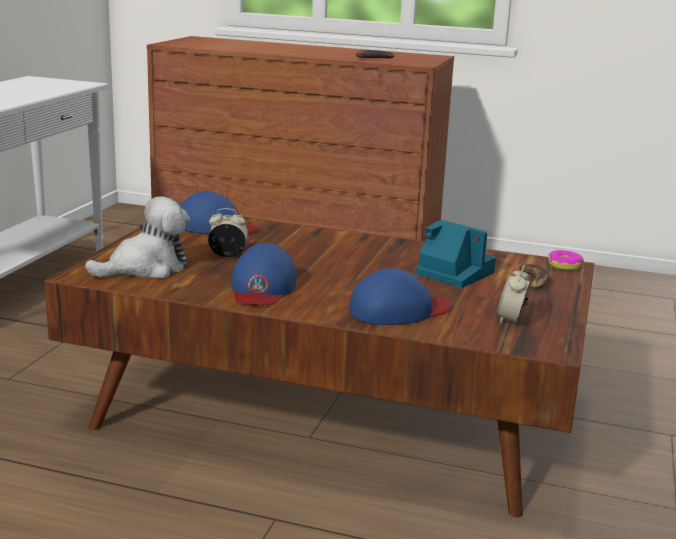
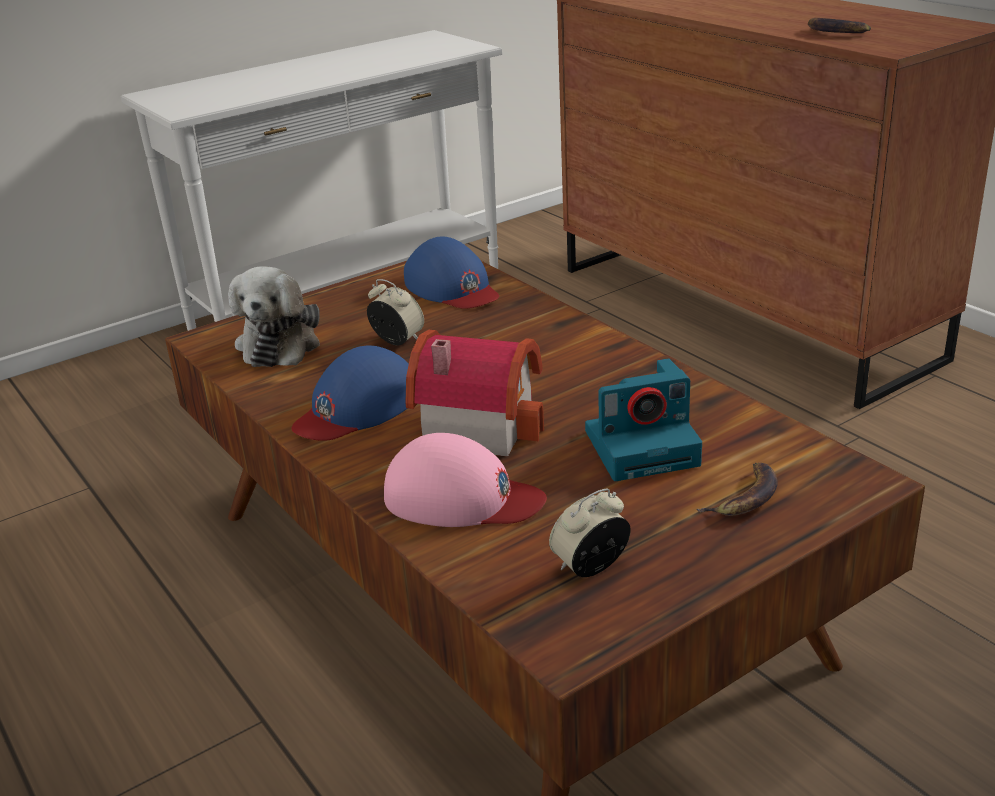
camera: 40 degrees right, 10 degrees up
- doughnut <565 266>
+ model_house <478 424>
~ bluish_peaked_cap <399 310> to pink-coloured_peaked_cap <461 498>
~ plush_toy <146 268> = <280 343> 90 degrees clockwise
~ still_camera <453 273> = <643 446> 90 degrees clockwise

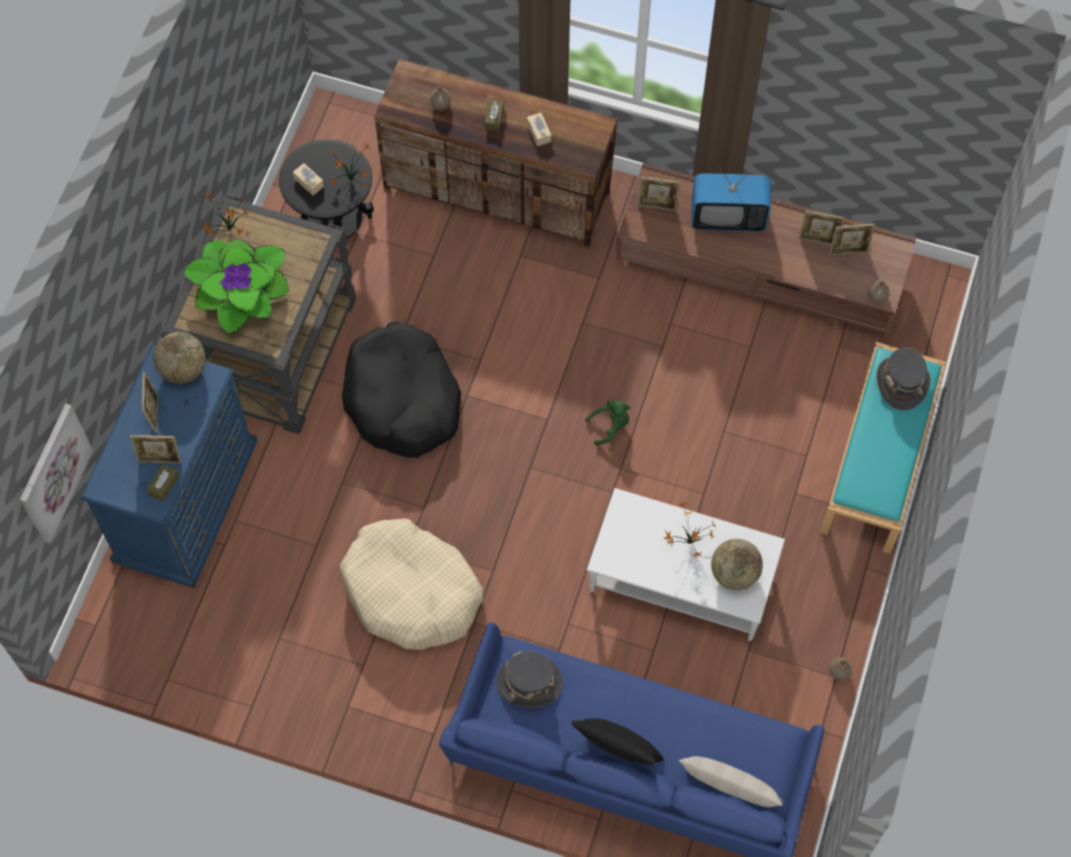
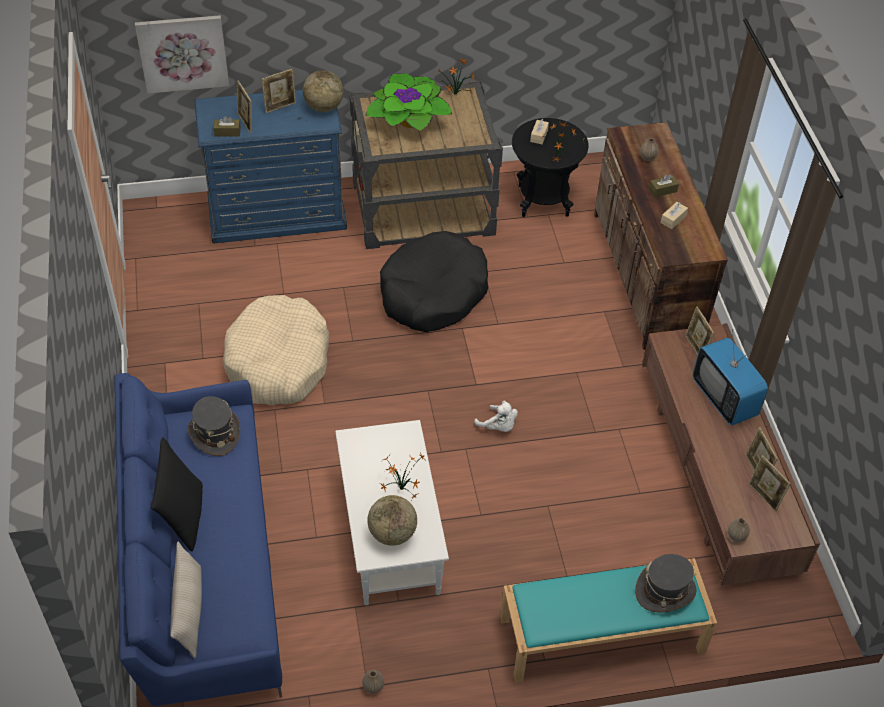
camera: 60 degrees right, 15 degrees down
~ greenish_plush_toy <610 426> to white_plush_toy <498 426>

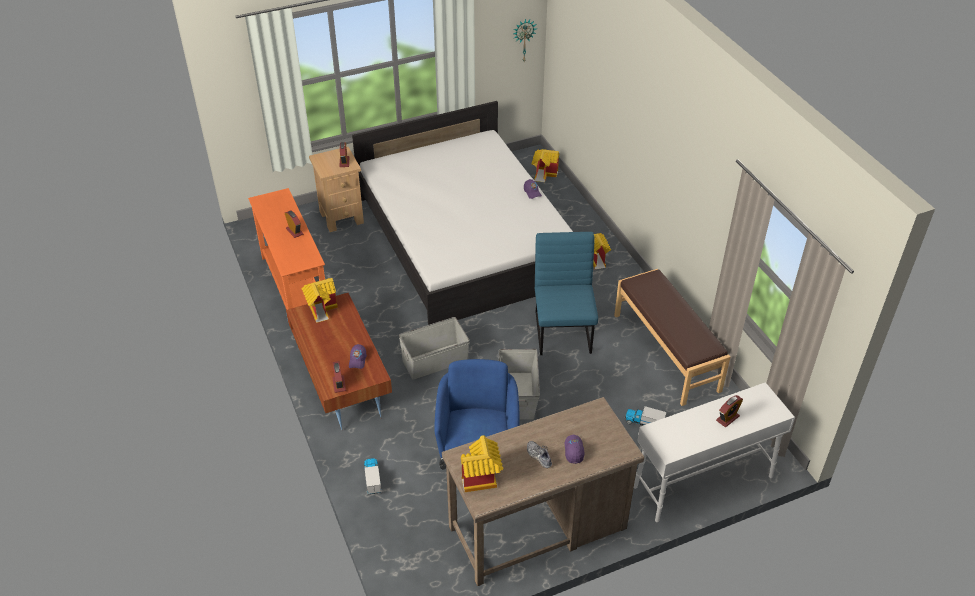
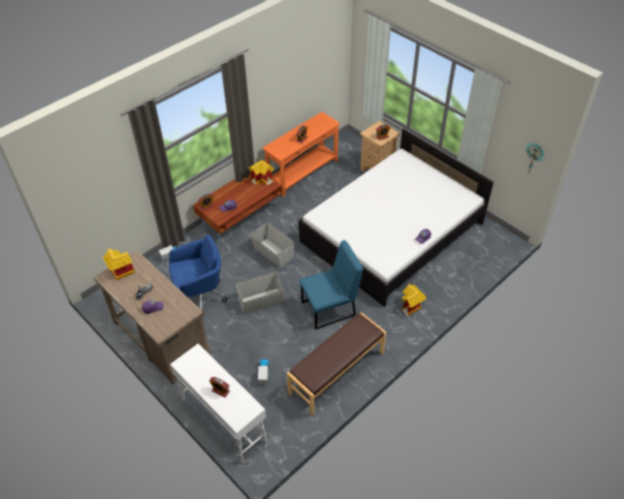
camera: 70 degrees right, 5 degrees up
- model_house <544 174>

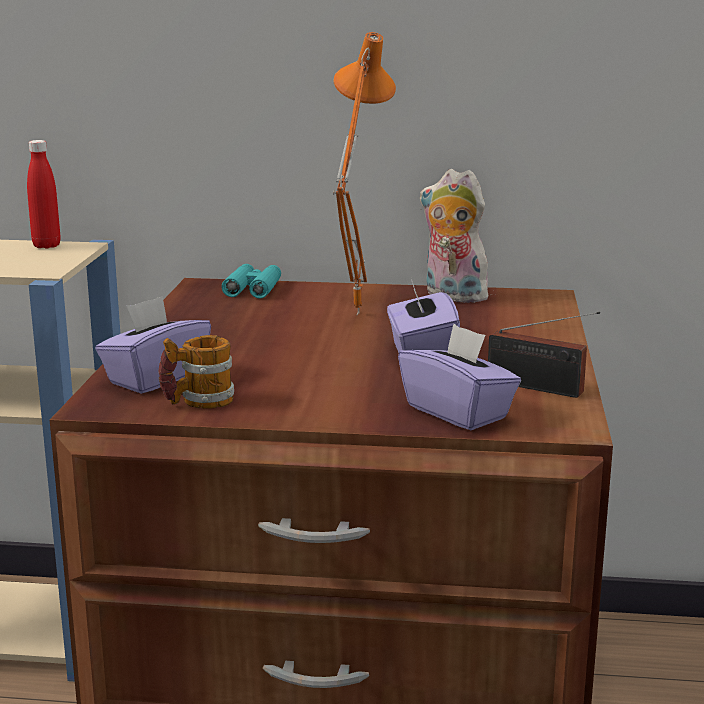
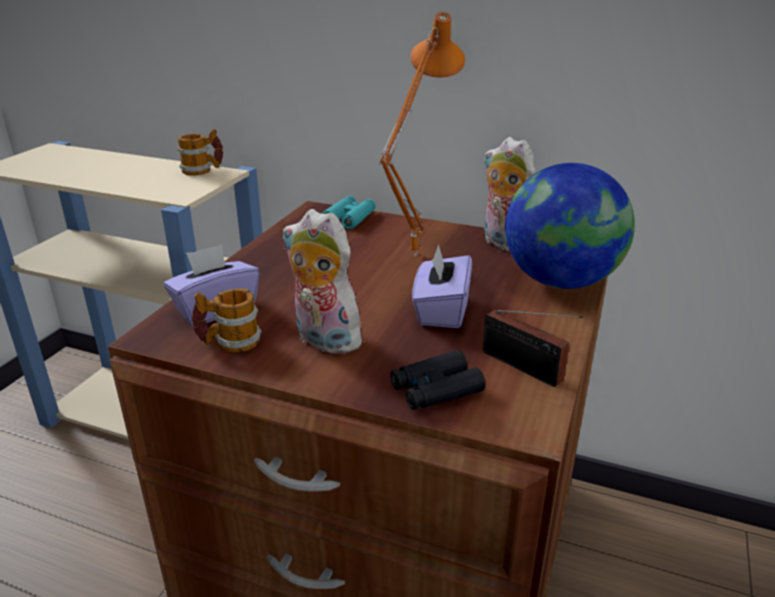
camera: 15 degrees right, 10 degrees up
+ plush_toy <323 340>
+ desk_globe <560 281>
~ reddish_drink_bottle <46 246> to tea_mug <203 170>
~ purple-coloured_box_of_tissues <458 412> to blackish_binoculars <435 389>

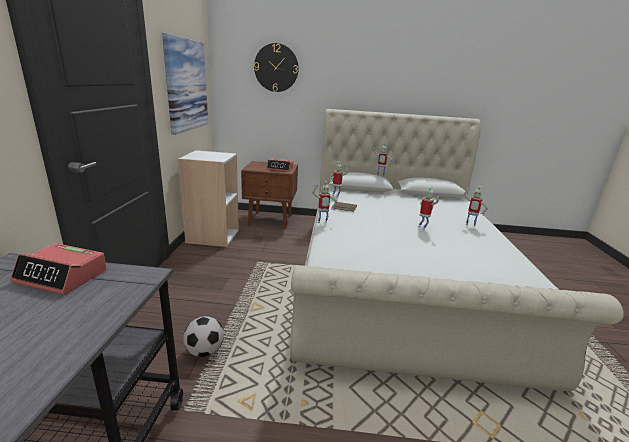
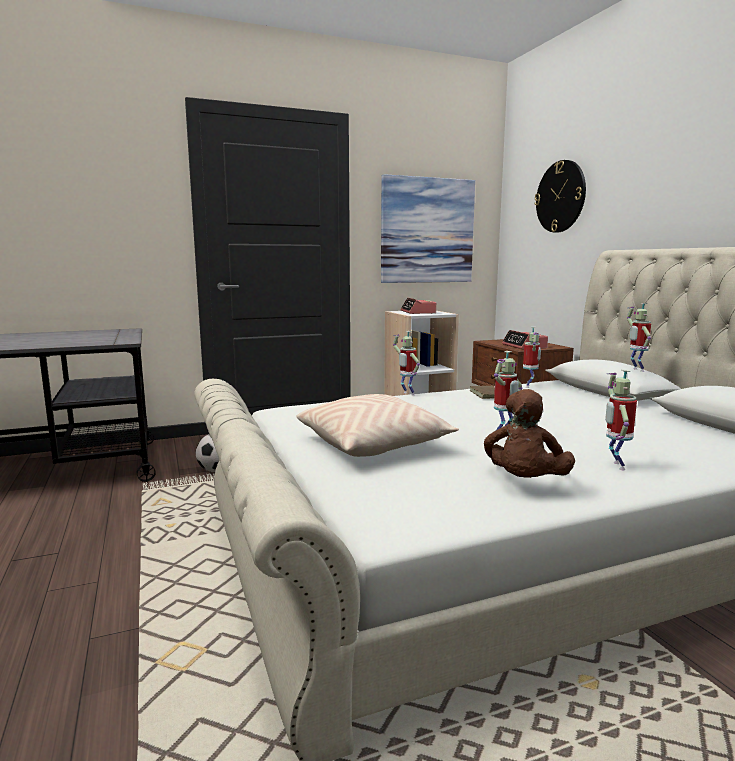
camera: 65 degrees right, 10 degrees down
+ sand-coloured_throw_pillow <374 445>
+ brownish_plush_toy <524 482>
~ alarm_clock <62 276> to <418 312>

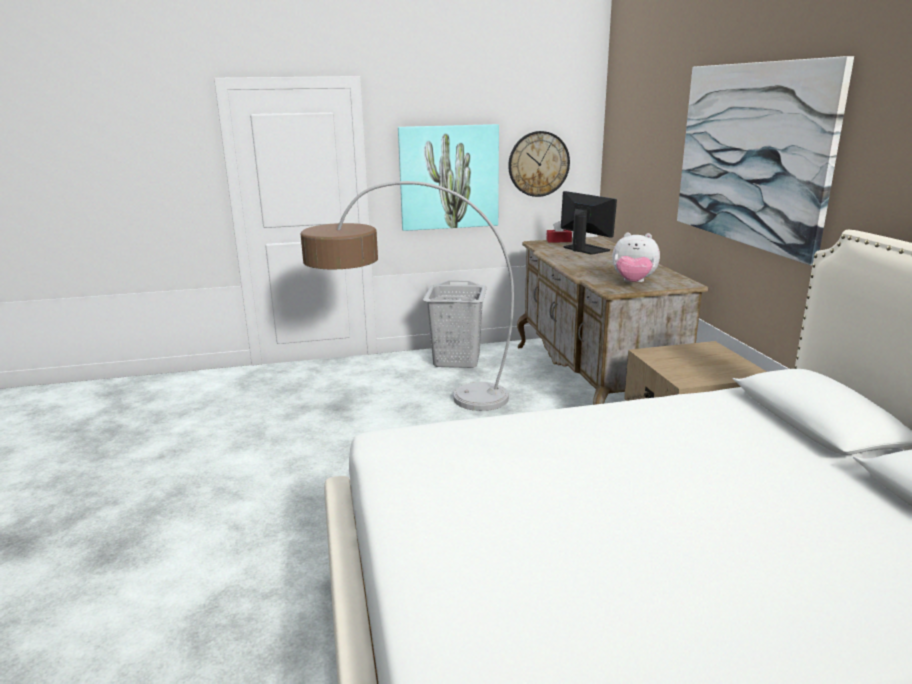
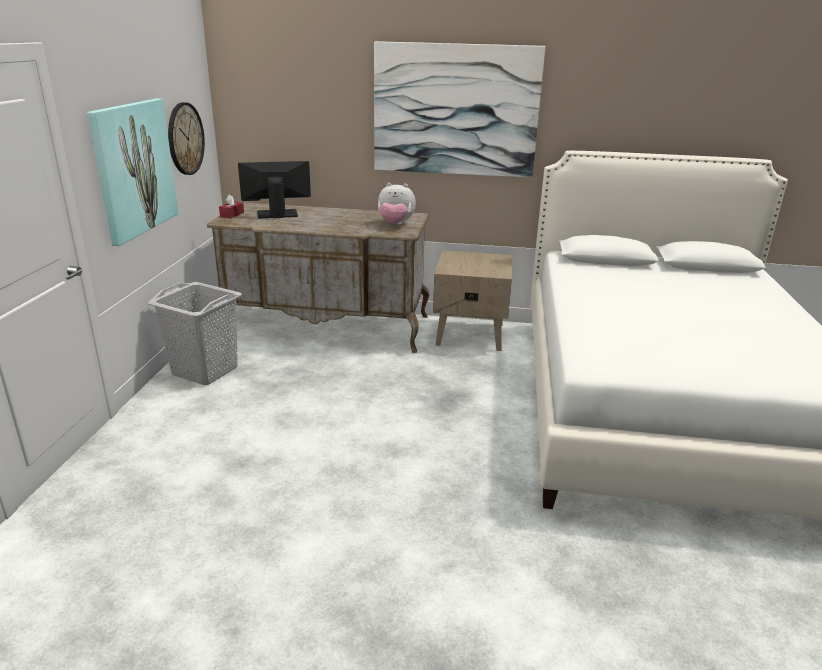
camera: 70 degrees left, 5 degrees up
- standing_lamp <405 400>
~ plush_toy <633 282> = <395 224> 60 degrees clockwise

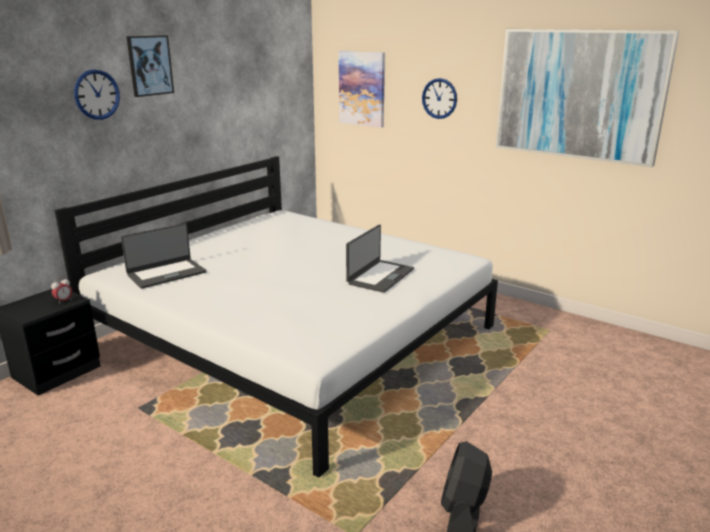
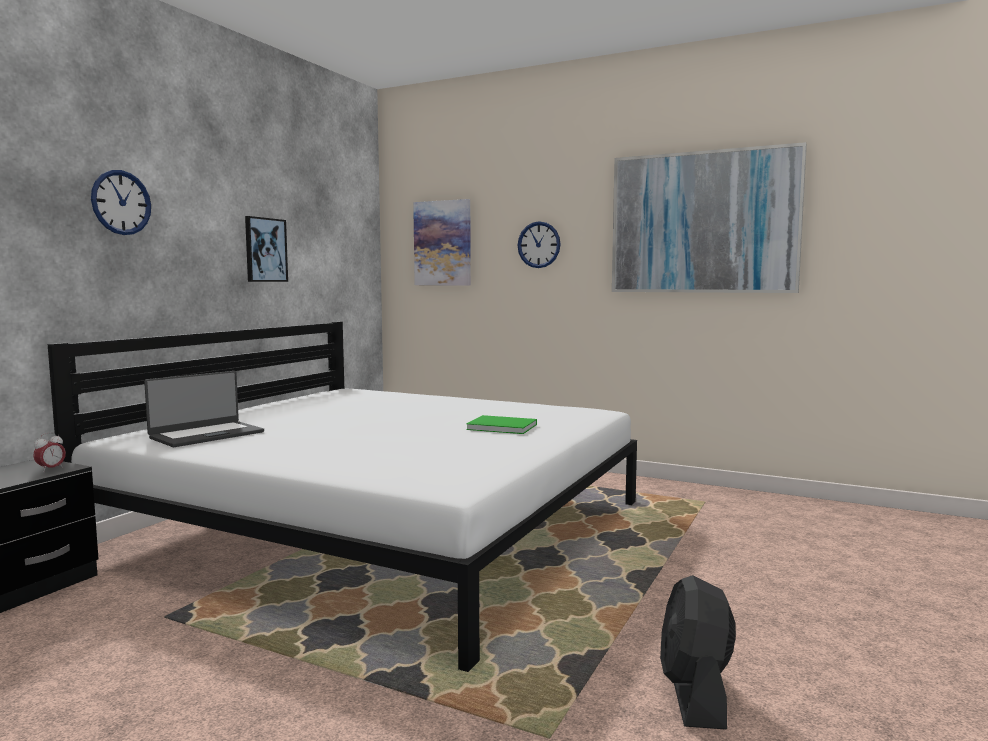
camera: 10 degrees left, 15 degrees down
~ wall_art <149 65> to <265 250>
~ portable_computer <380 276> to greenish_volume <500 426>

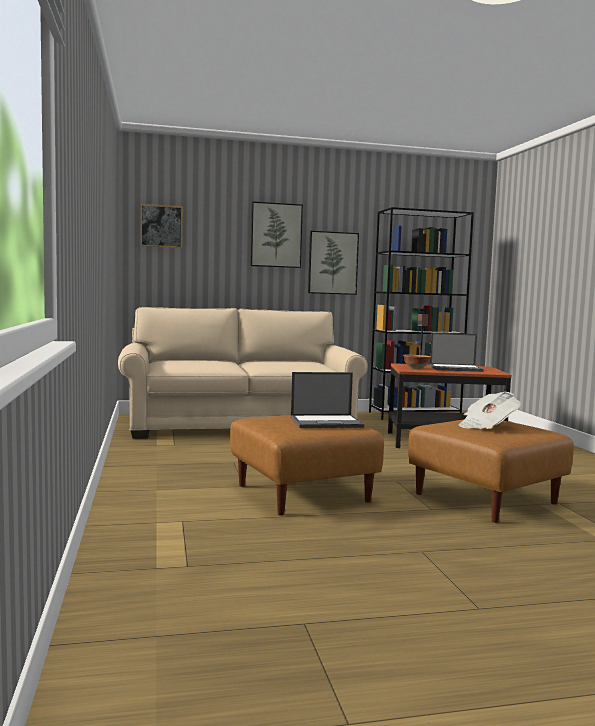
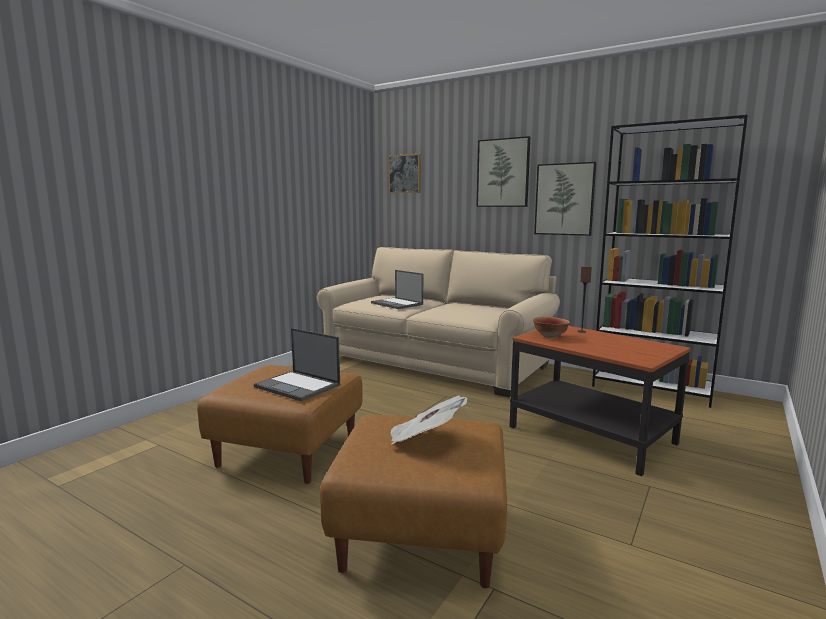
camera: 45 degrees right, 5 degrees up
~ portable_computer <456 368> to <397 304>

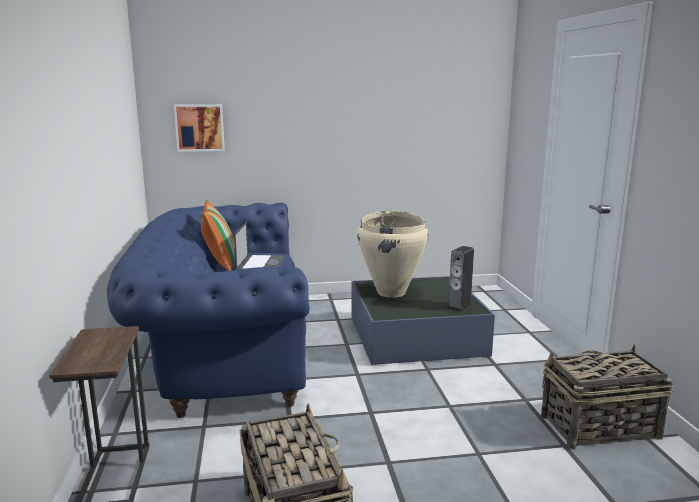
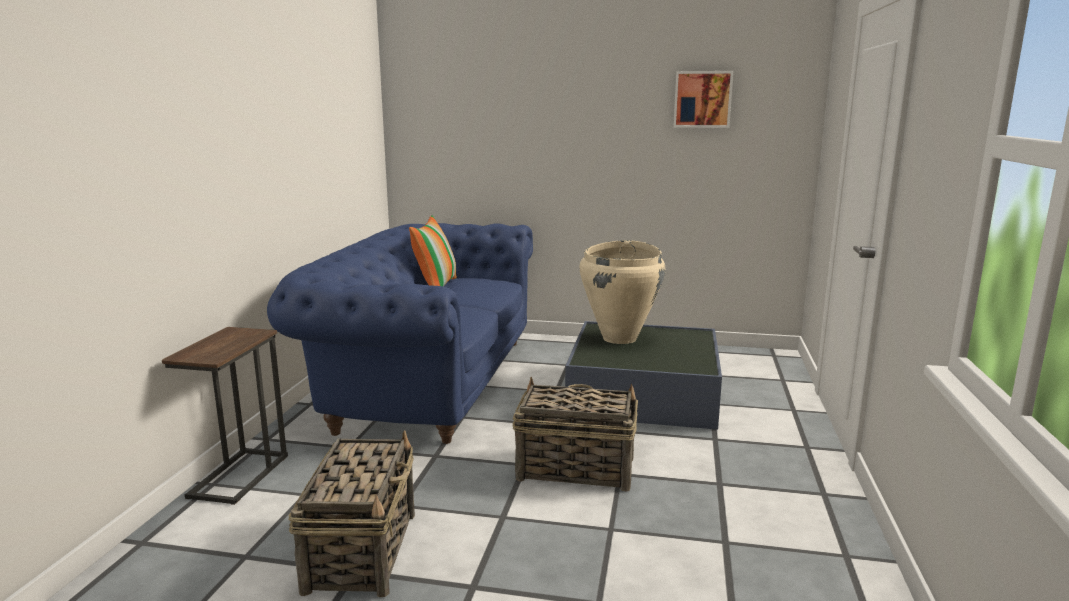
camera: 20 degrees right, 0 degrees up
- portable_computer <261 264>
- speaker <459 306>
~ wall_art <200 127> to <702 99>
~ storage_basket <598 426> to <574 468>

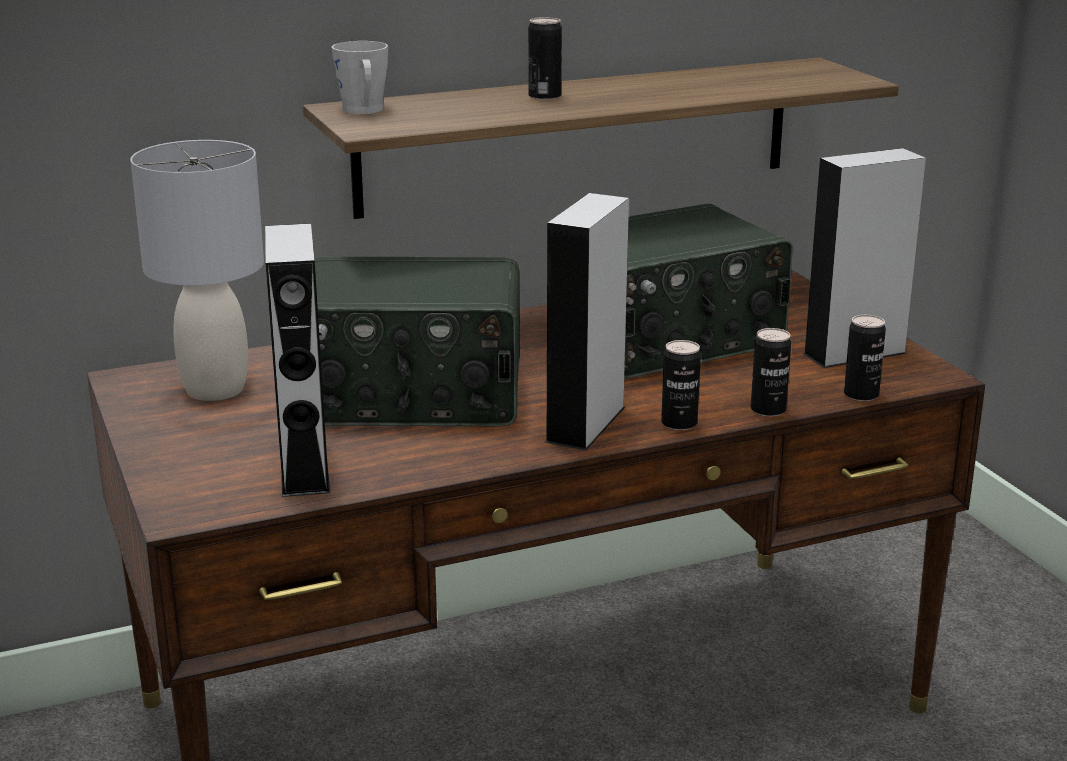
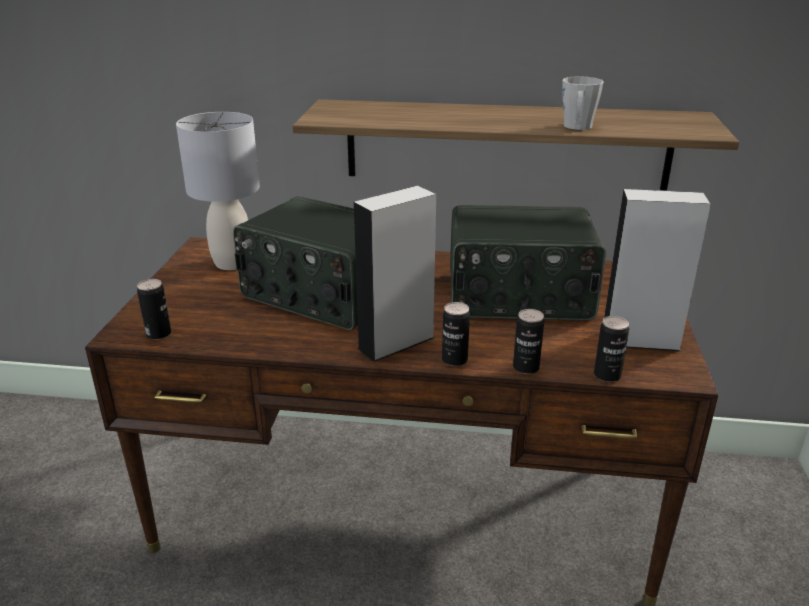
camera: 30 degrees right, 5 degrees up
- grey_speaker <304 468>
~ grey_tea_mug <364 111> to <577 127>
~ metal_can <544 97> to <158 334>

